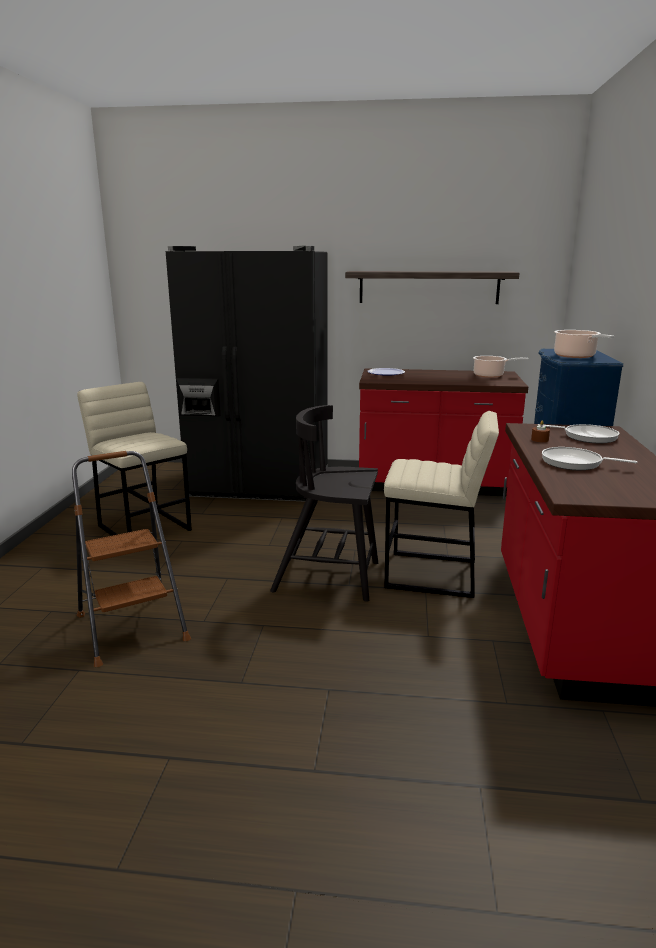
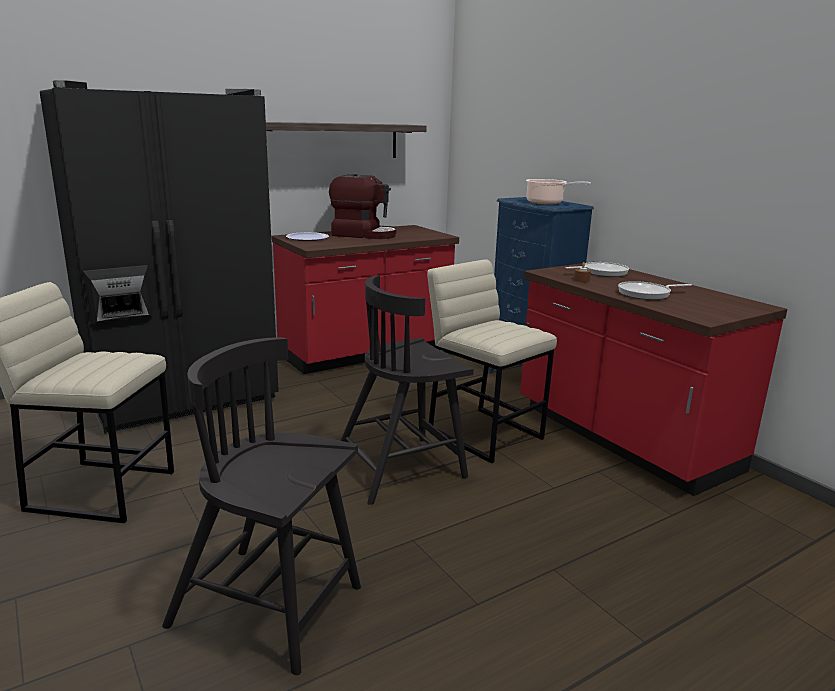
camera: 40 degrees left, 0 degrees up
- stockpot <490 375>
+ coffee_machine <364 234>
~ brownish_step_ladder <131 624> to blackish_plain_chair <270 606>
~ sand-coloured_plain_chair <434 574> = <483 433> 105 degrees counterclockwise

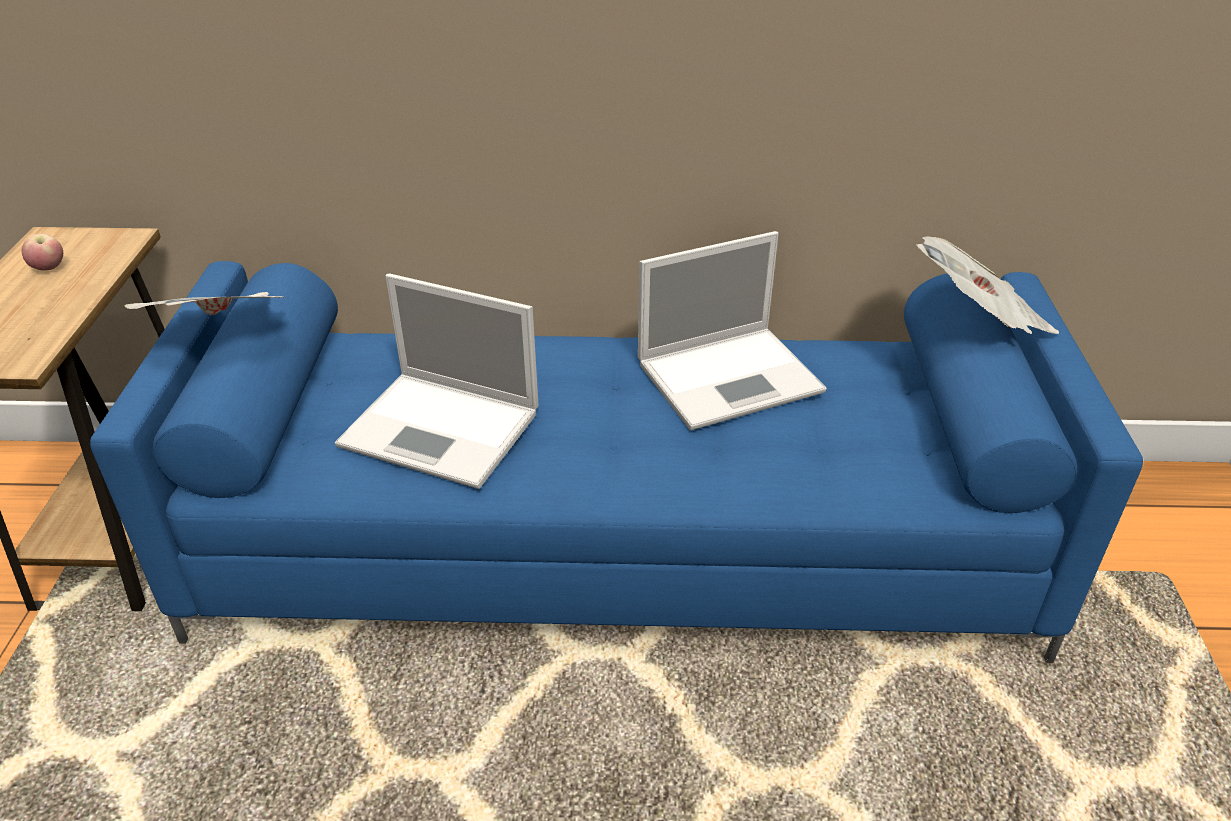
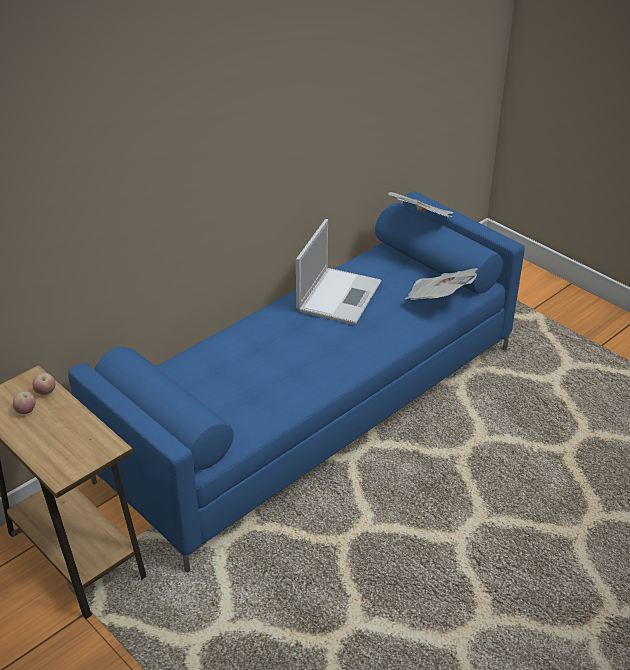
camera: 45 degrees left, 0 degrees up
- portable_computer <443 429>
+ apple <45 392>
~ newspaper <224 333> to <438 299>

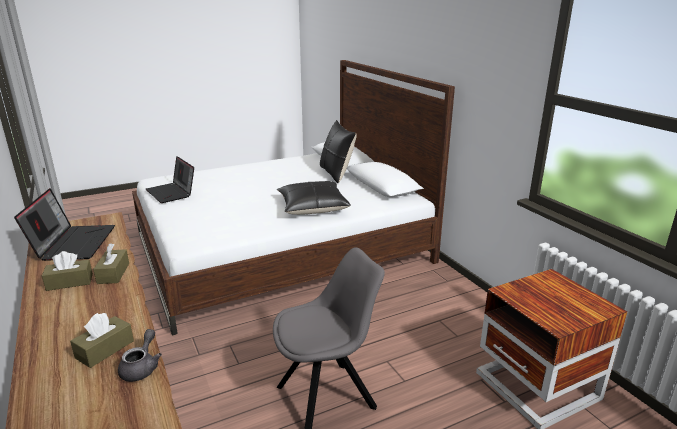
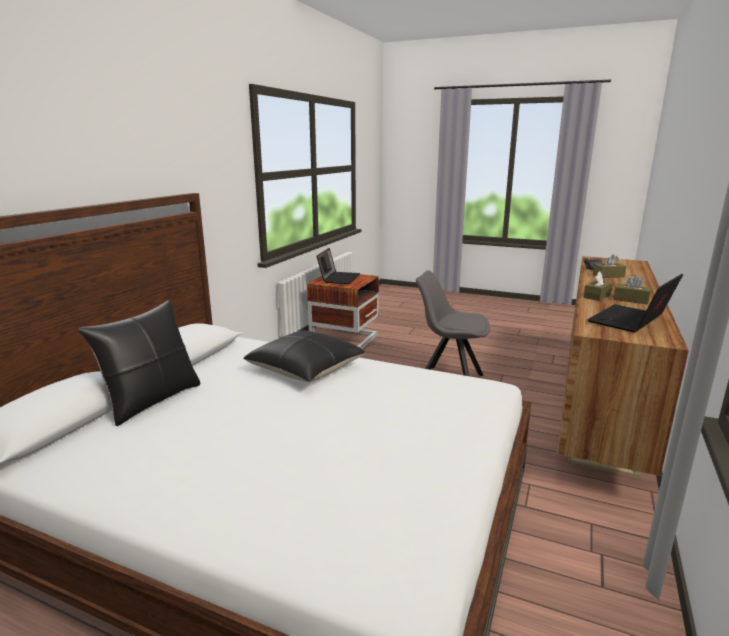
camera: 130 degrees left, 5 degrees down
~ portable_computer <172 193> to <338 278>

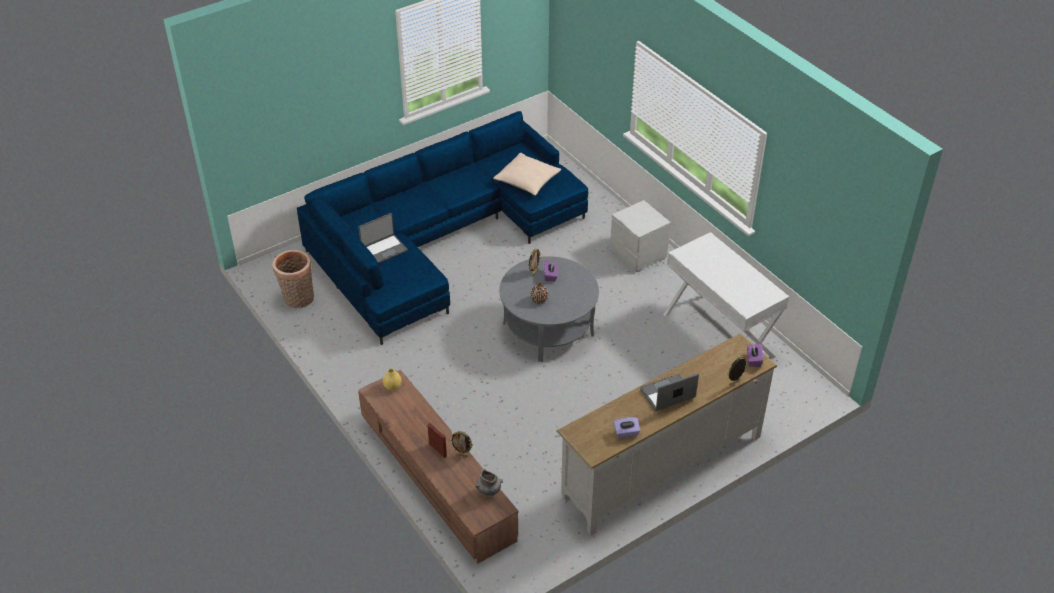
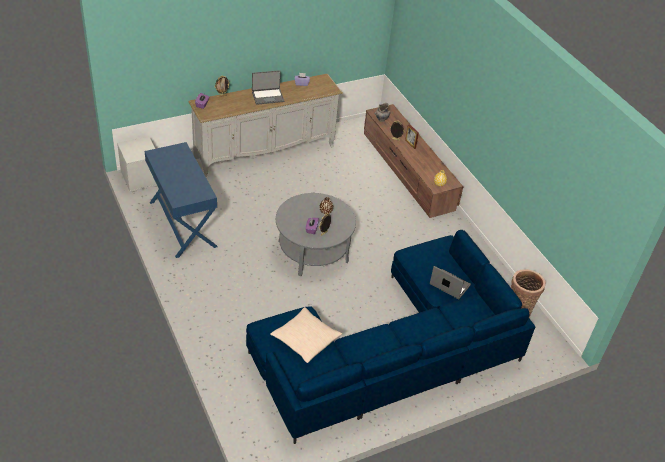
camera: 175 degrees left, 0 degrees up
~ white_nightstand <639 253> to <140 179>
~ white_console_table <718 335> to bluish_console_table <182 224>
~ portable_computer <384 249> = <449 285> 60 degrees clockwise

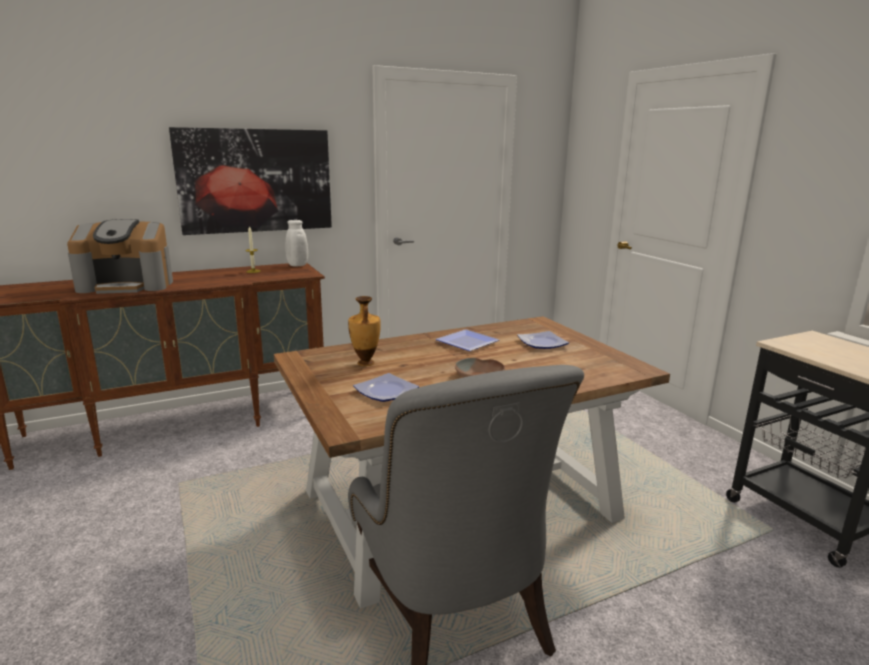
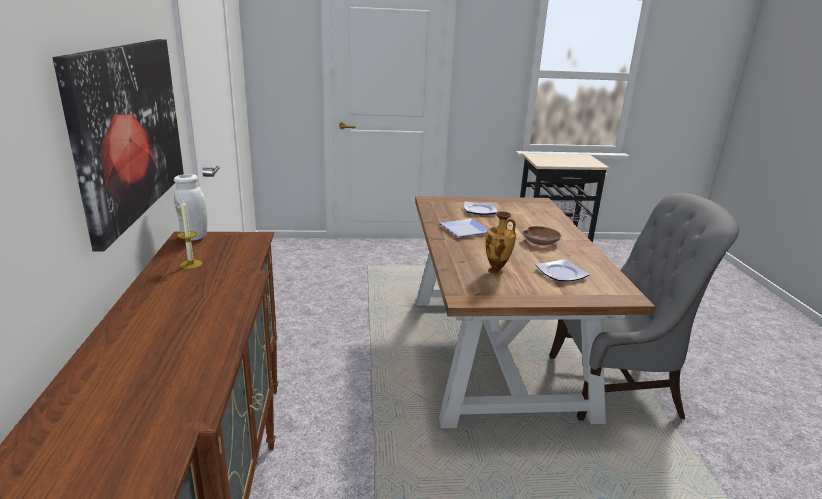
camera: 70 degrees left, 5 degrees up
- coffee_machine <127 285>

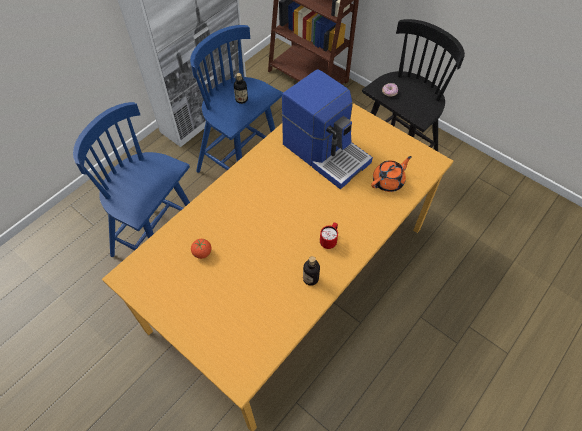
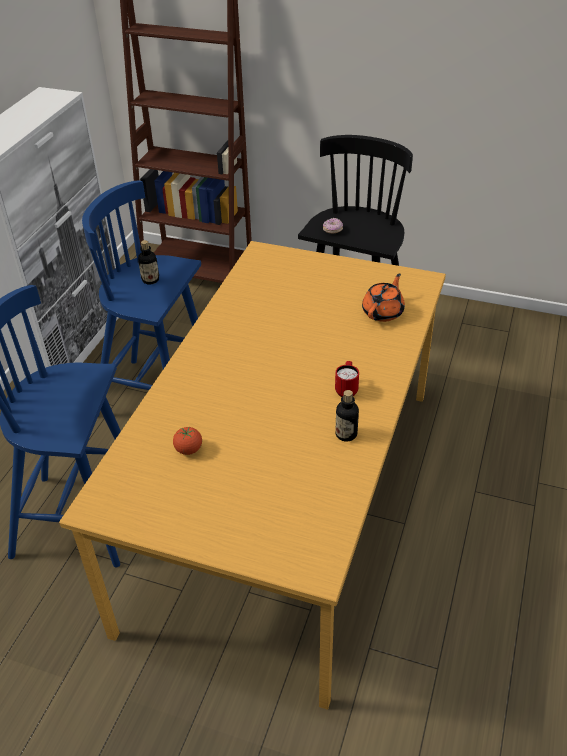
camera: 20 degrees left, 15 degrees down
- coffee_machine <326 152>

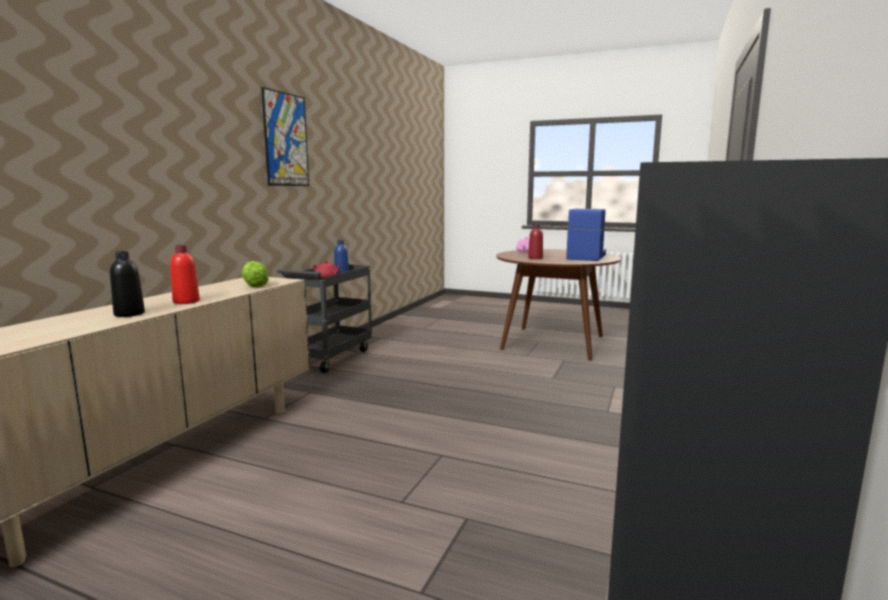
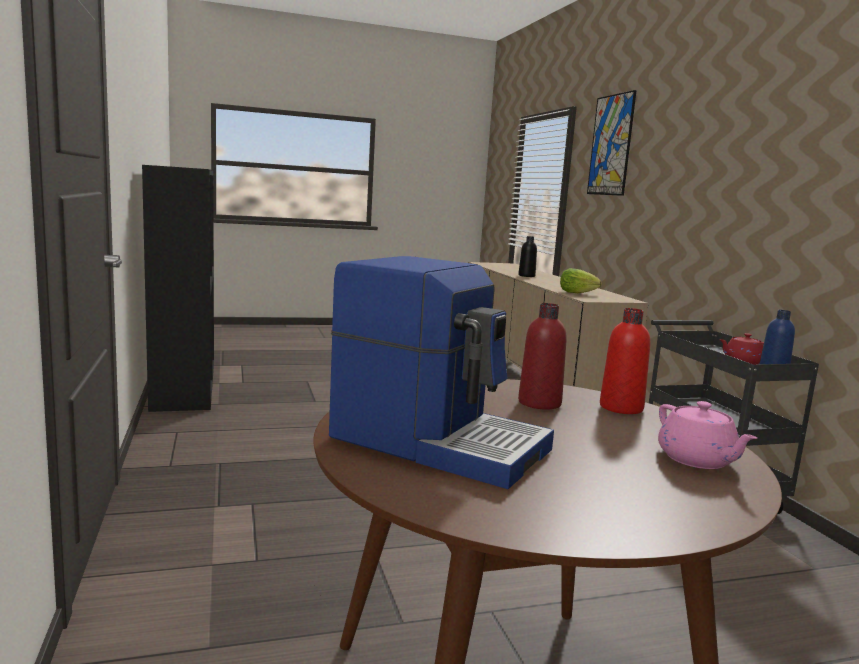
camera: 140 degrees right, 0 degrees up
~ reddish_drink_bottle <186 301> to <621 408>
~ wall_art <286 140> to <611 145>
~ coffee_machine <585 257> = <439 442> 45 degrees counterclockwise

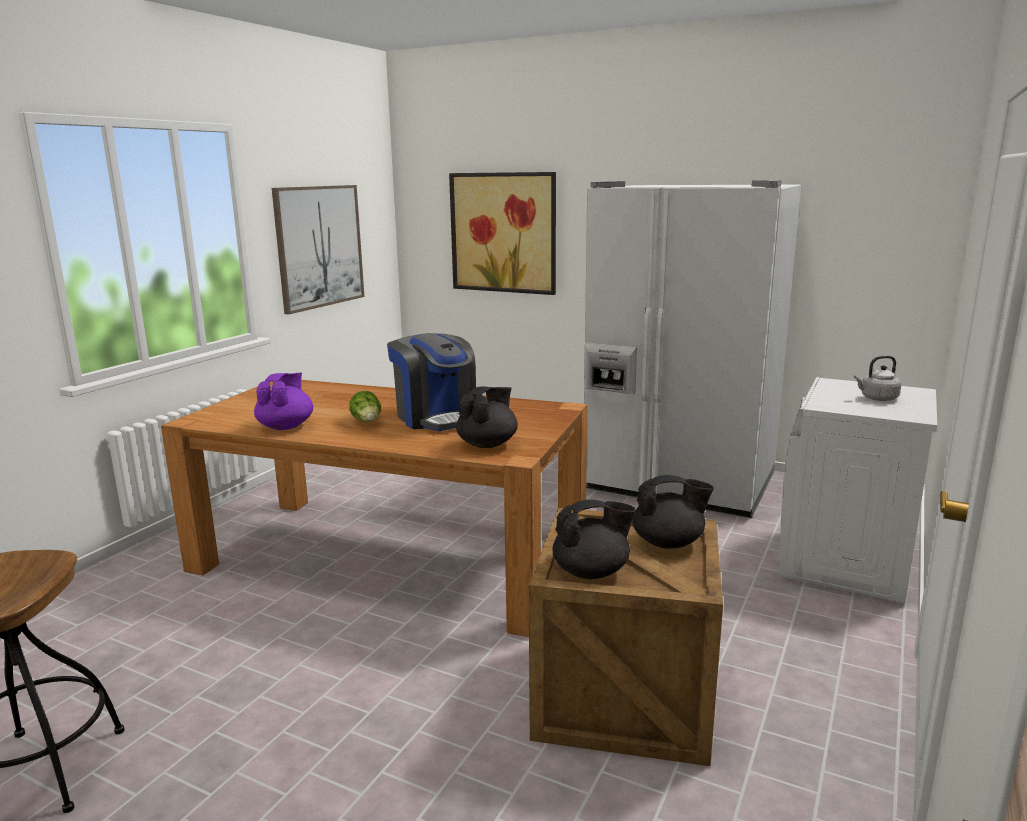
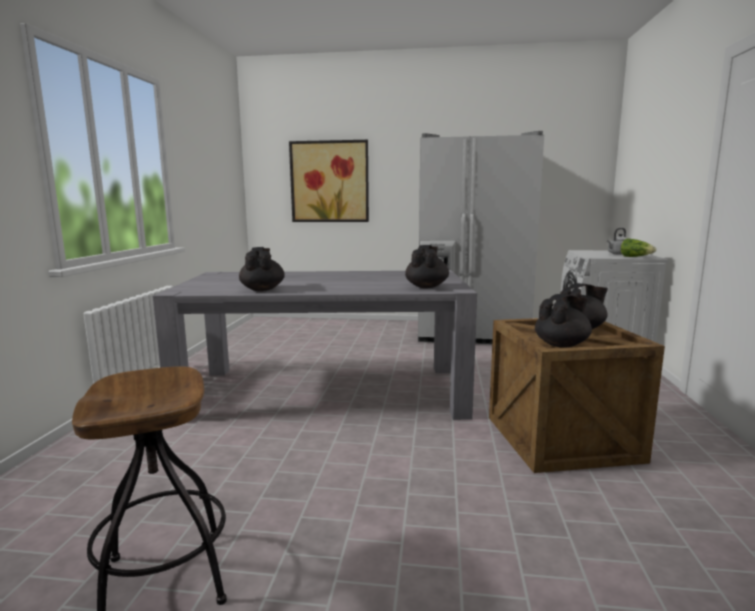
camera: 20 degrees left, 5 degrees down
- wall_art <319 246>
- coffee_machine <436 417>
~ lettuce_head <367 422> to <635 257>
~ brownish_kitchen_table <390 557> to grey_kitchen_table <326 391>
~ purple-coloured_teapot <286 426> to blackish_teapot <262 289>

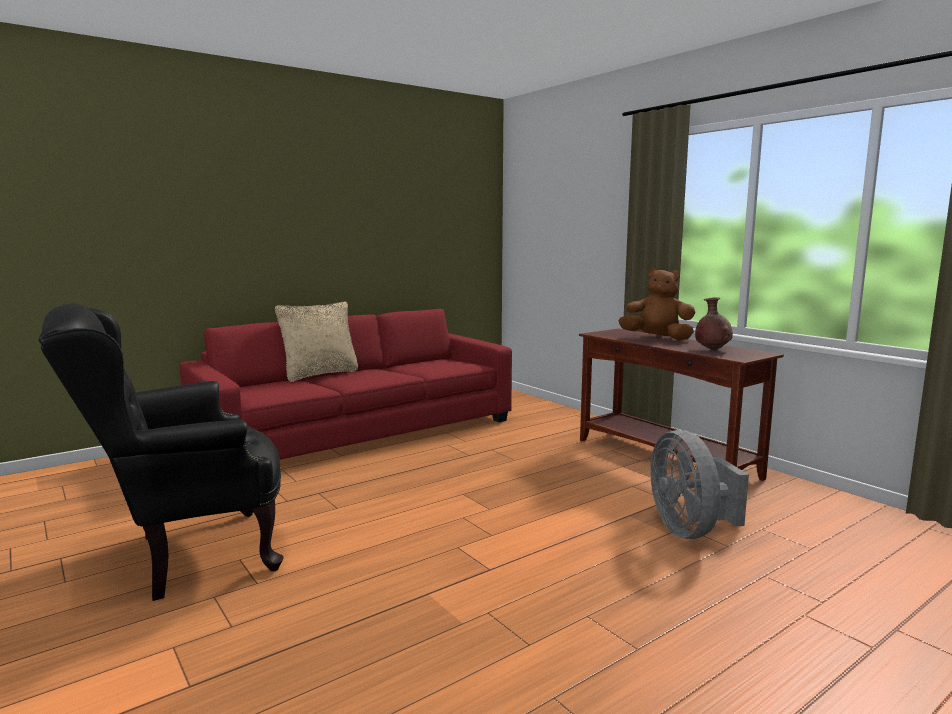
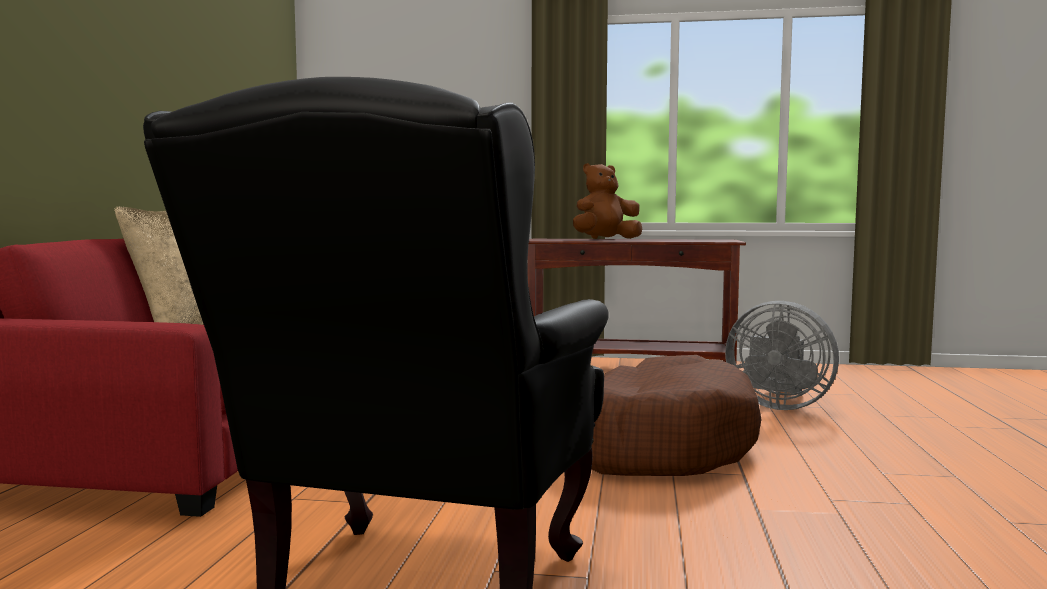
camera: 45 degrees left, 5 degrees down
- brownish_flower_vase <711 349>
+ brownish_dog_bed <655 445>

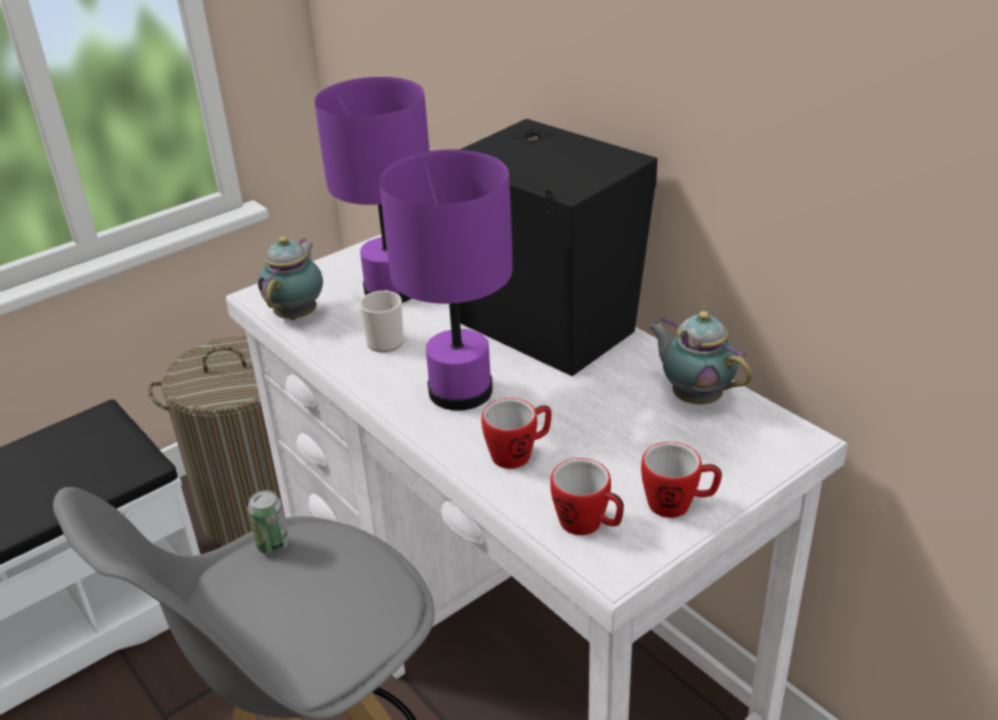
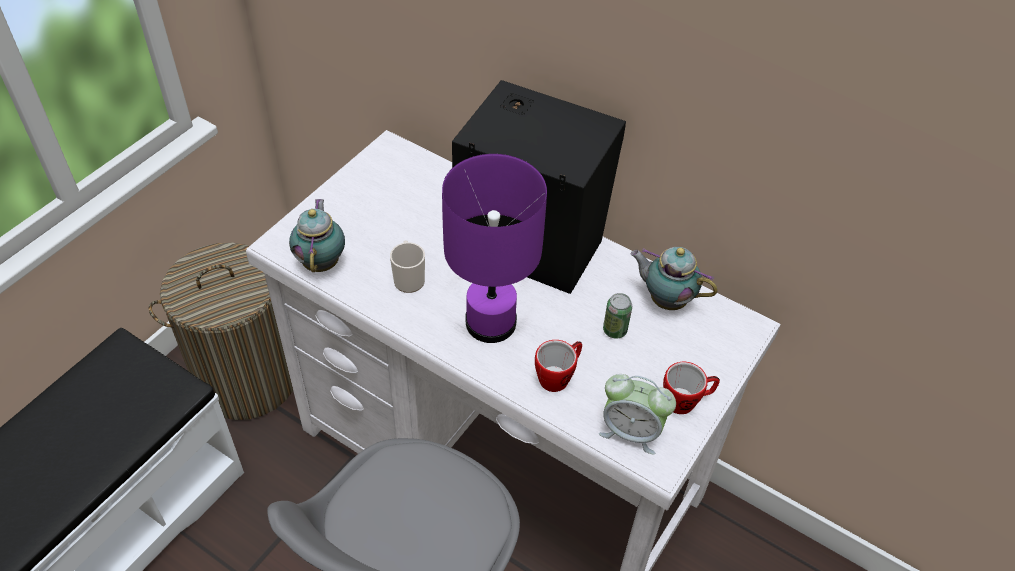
camera: 20 degrees left, 15 degrees up
- purple-coloured_lamp_for_a_table <393 290>
~ metal_can <273 545> to <614 330>
~ tea_mug <588 525> to alarm_clock <631 431>

